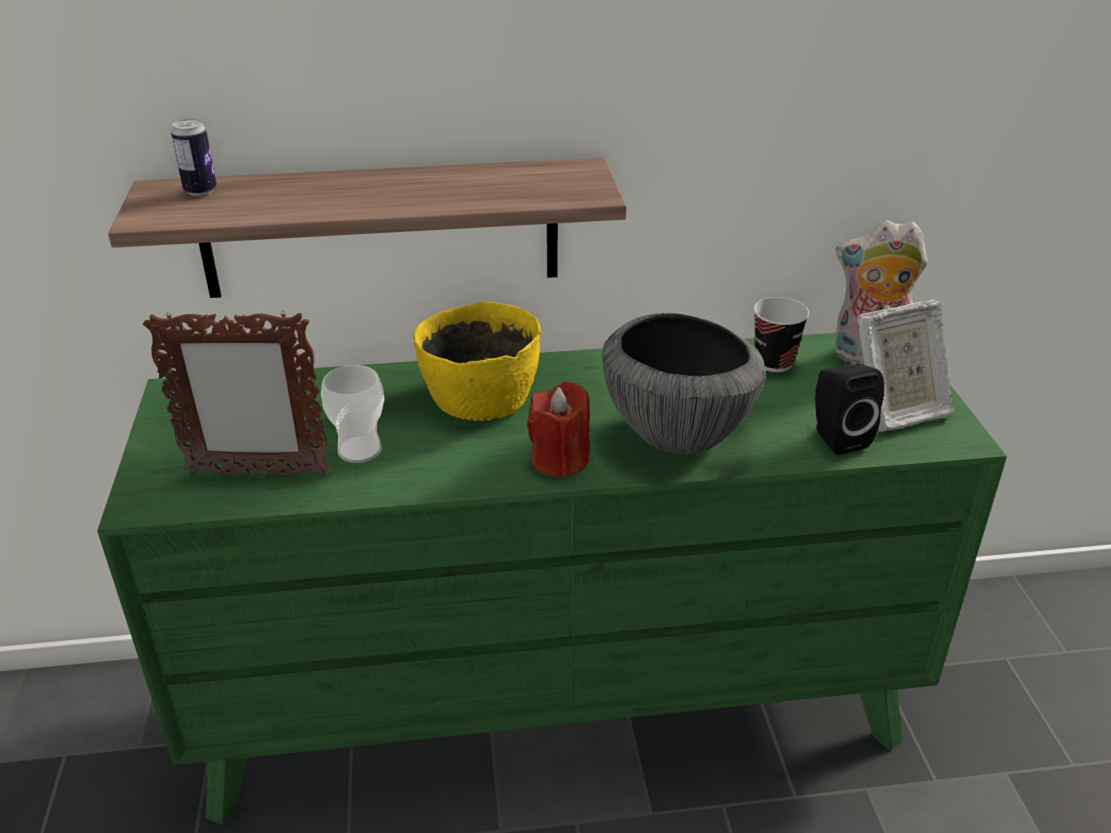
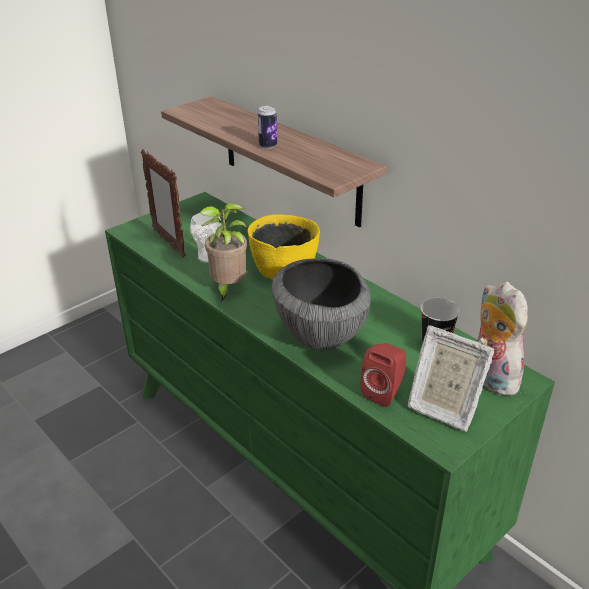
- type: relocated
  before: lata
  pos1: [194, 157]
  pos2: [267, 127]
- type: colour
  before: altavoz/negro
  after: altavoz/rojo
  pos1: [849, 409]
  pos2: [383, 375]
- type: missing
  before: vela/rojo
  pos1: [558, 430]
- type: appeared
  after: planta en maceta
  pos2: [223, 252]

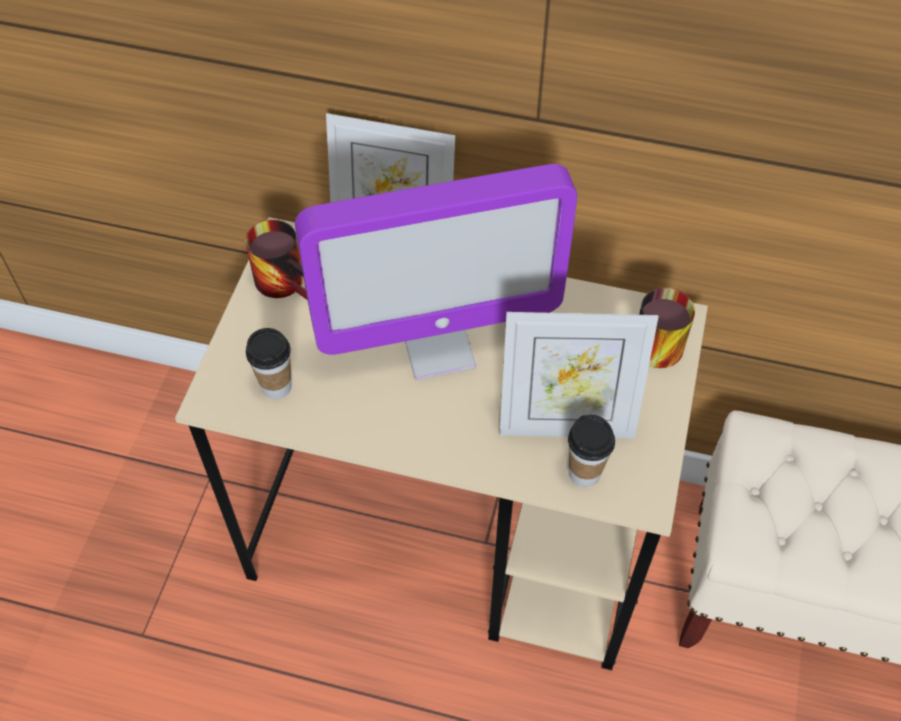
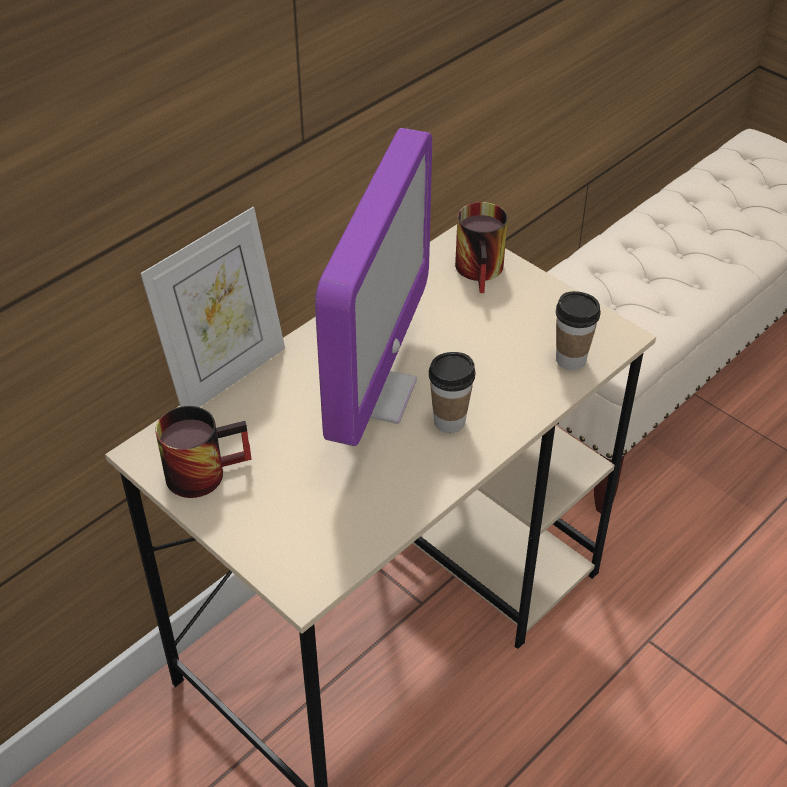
- type: missing
  before: portarretratos
  pos1: [579, 375]
- type: relocated
  before: taza
  pos1: [269, 363]
  pos2: [452, 392]

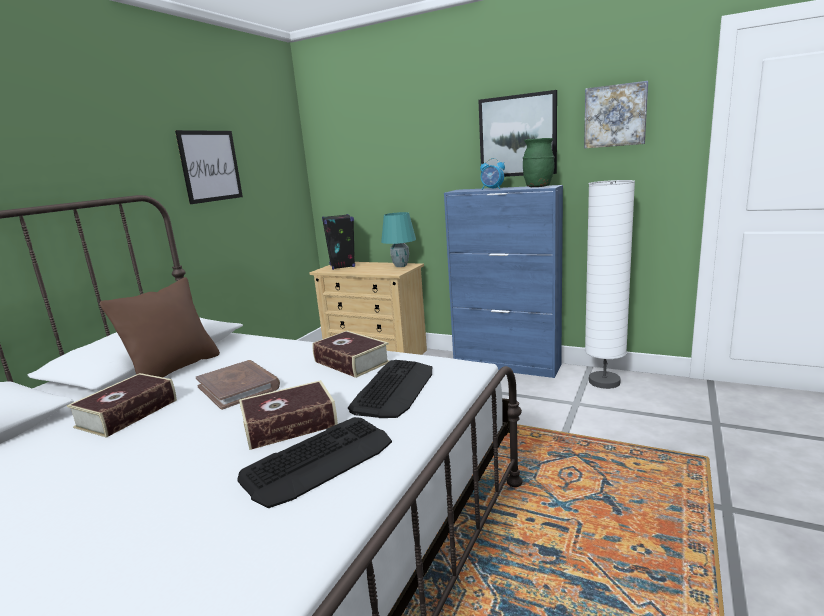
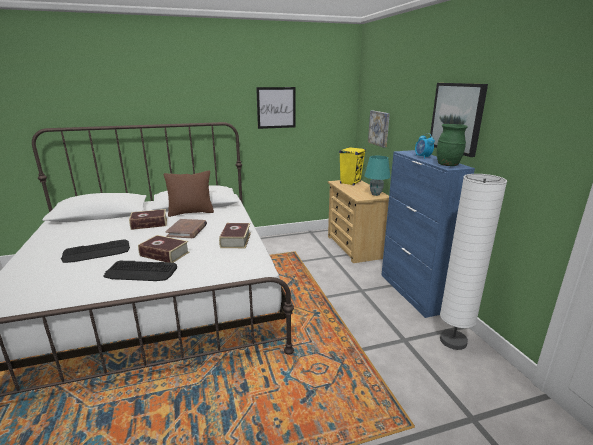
- type: relocated
  before: cuadro
  pos1: [616, 115]
  pos2: [379, 129]
- type: colour
  before: altavoz/negro
  after: altavoz/amarillo
  pos1: [338, 242]
  pos2: [352, 166]
- type: relocated
  before: teclado
  pos1: [390, 389]
  pos2: [95, 251]

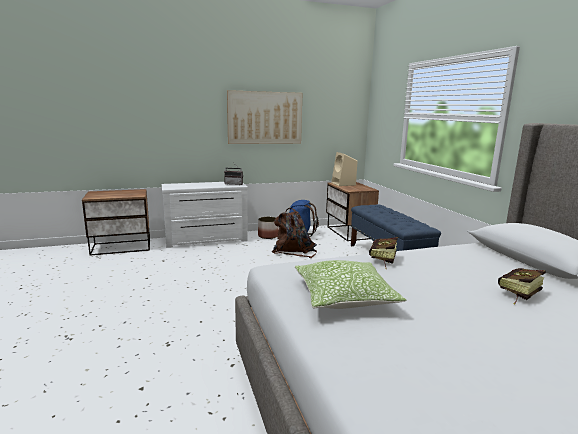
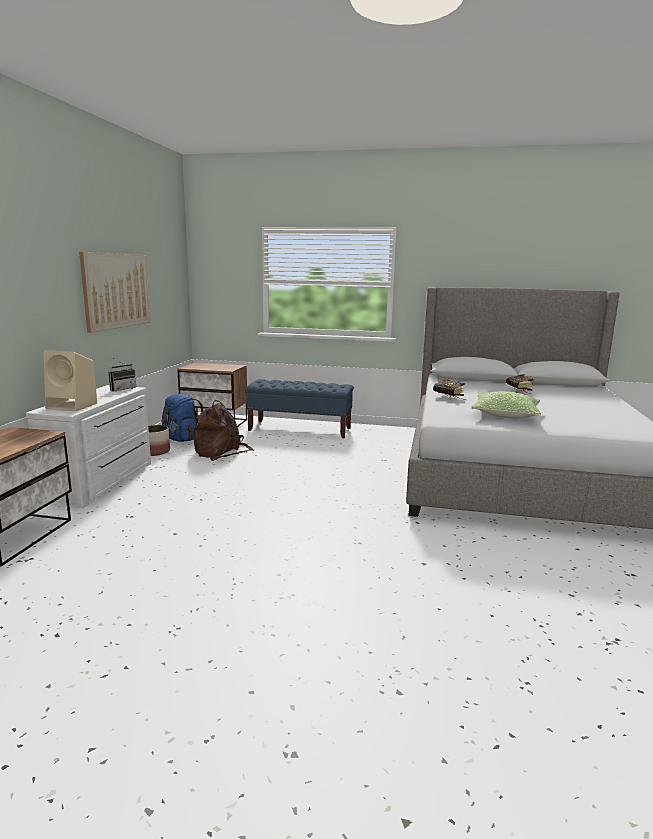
- type: relocated
  before: altavoz/beis
  pos1: [344, 169]
  pos2: [70, 380]

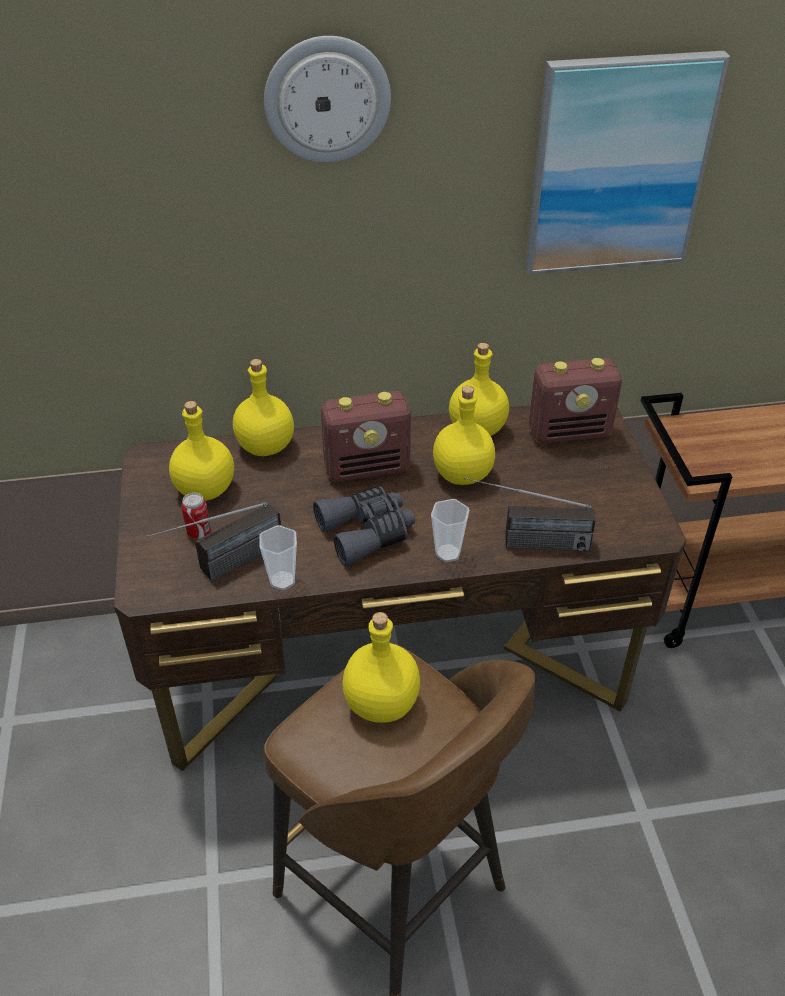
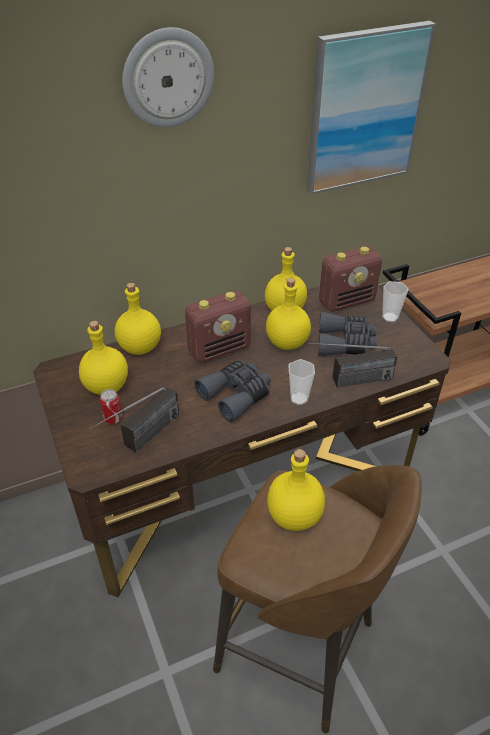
- type: relocated
  before: taza
  pos1: [278, 557]
  pos2: [395, 301]
- type: appeared
  after: prismáticos/gris
  pos2: [348, 334]

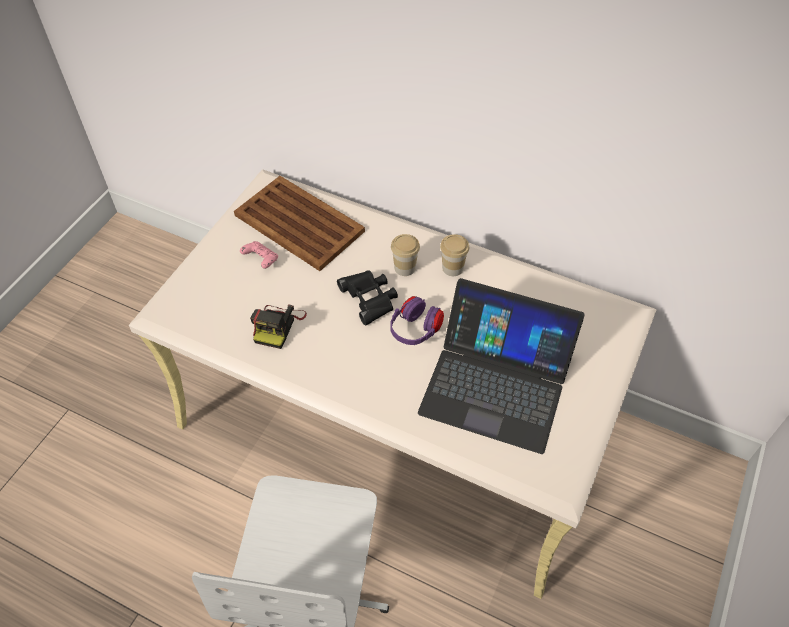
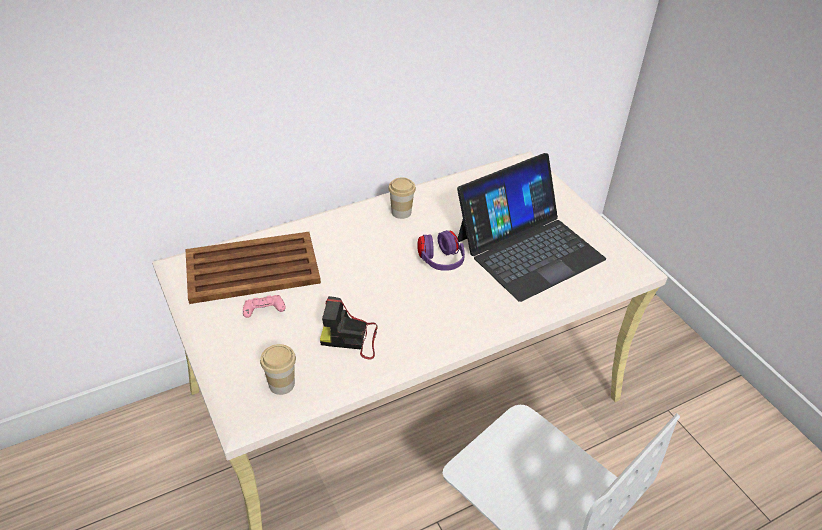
- type: relocated
  before: taza
  pos1: [405, 255]
  pos2: [278, 369]
- type: missing
  before: prismáticos/negro
  pos1: [367, 297]
- type: spun
  before: cámara
  pos1: [278, 326]
  pos2: [349, 328]
  turn: 135

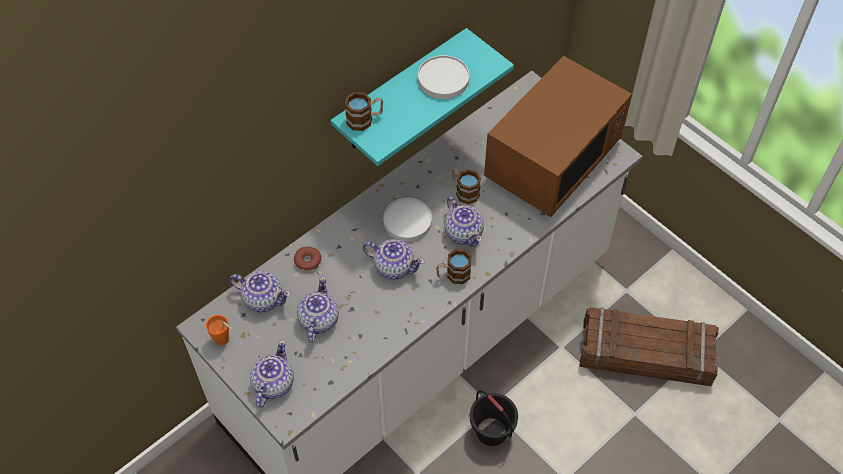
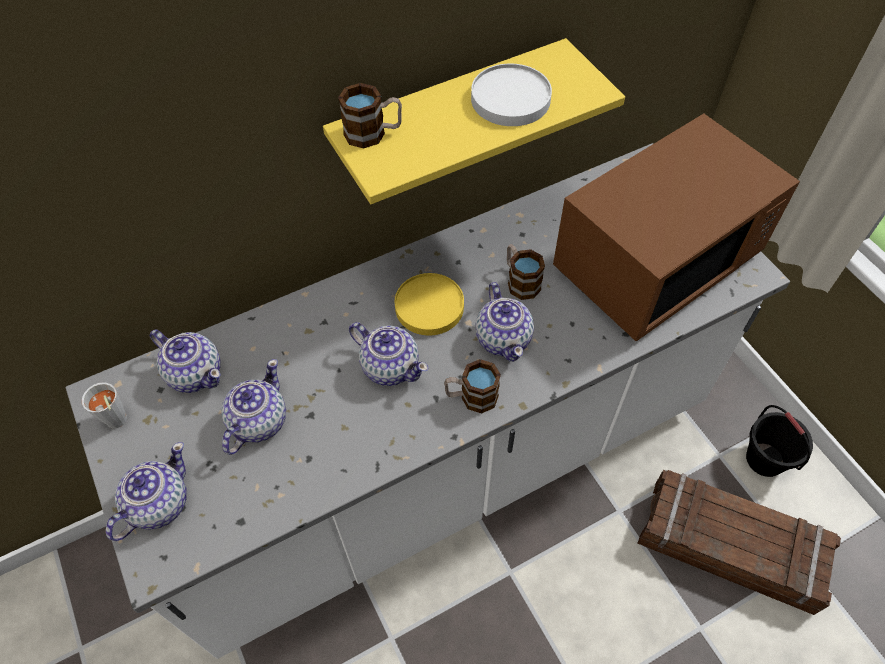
- type: colour
  before: estante/turquesa
  after: estante/amarillo
  pos1: [422, 97]
  pos2: [474, 121]
- type: colour
  before: plato/blanco
  after: plato/amarillo
  pos1: [407, 220]
  pos2: [429, 304]
- type: missing
  before: rosquilla
  pos1: [308, 258]
- type: colour
  before: taza/naranja
  after: taza/gris
  pos1: [219, 330]
  pos2: [104, 405]
- type: relocated
  before: cubo/negro
  pos1: [494, 418]
  pos2: [779, 441]

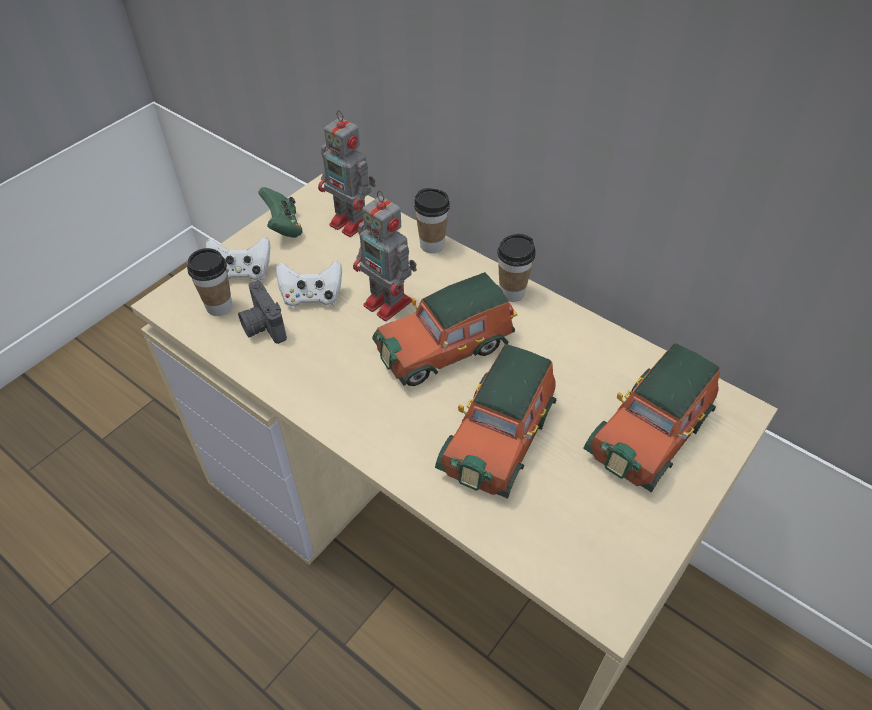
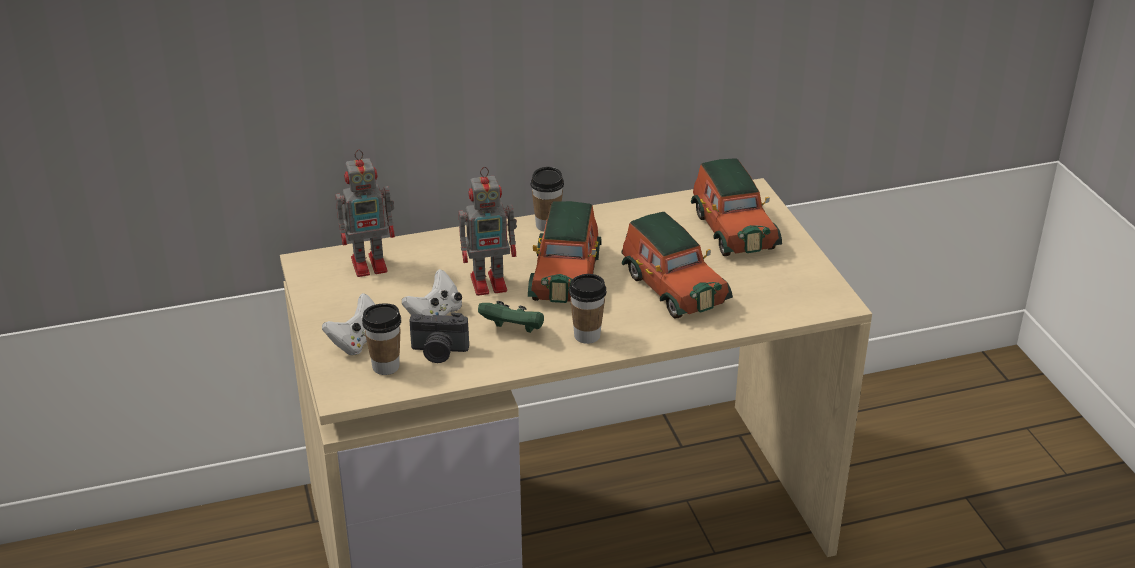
- type: relocated
  before: mando de consola/verde
  pos1: [280, 212]
  pos2: [511, 317]
- type: relocated
  before: taza
  pos1: [432, 220]
  pos2: [588, 309]

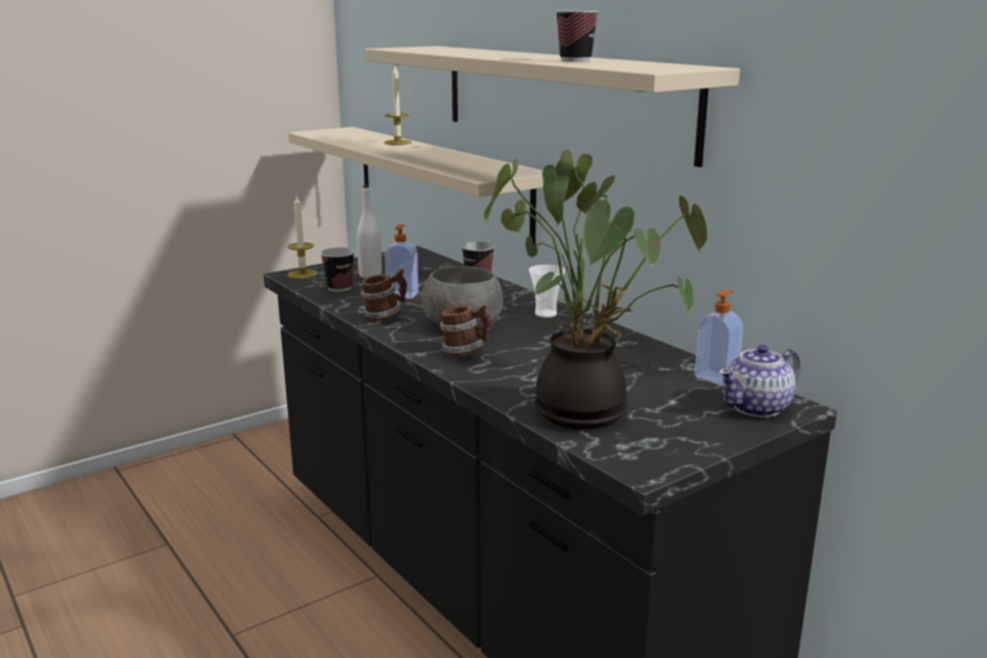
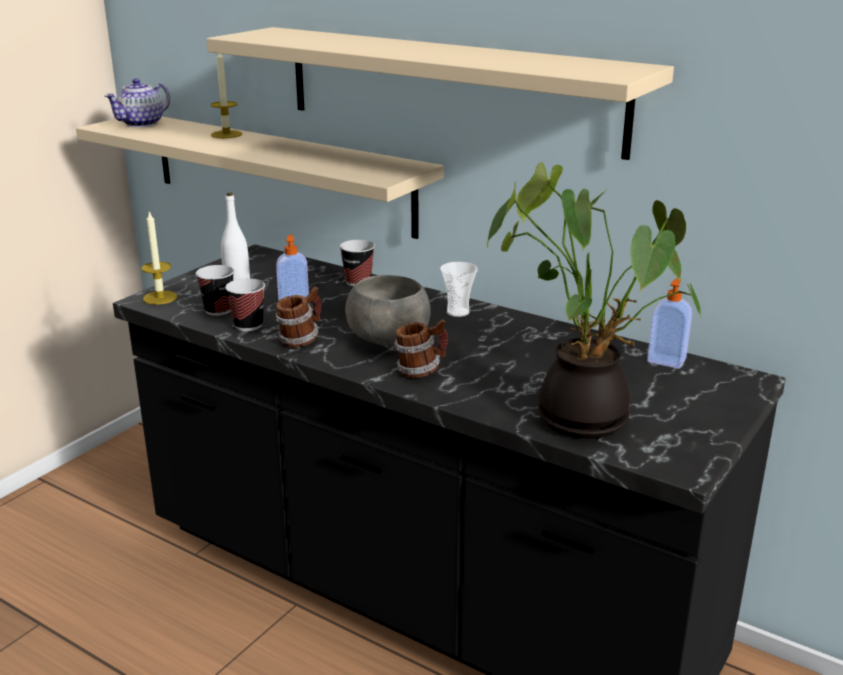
- type: relocated
  before: taza
  pos1: [577, 36]
  pos2: [245, 304]
- type: relocated
  before: tetera
  pos1: [759, 381]
  pos2: [137, 102]

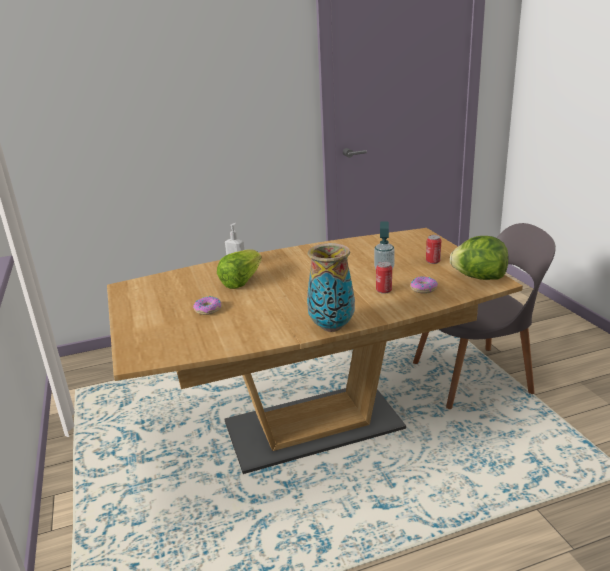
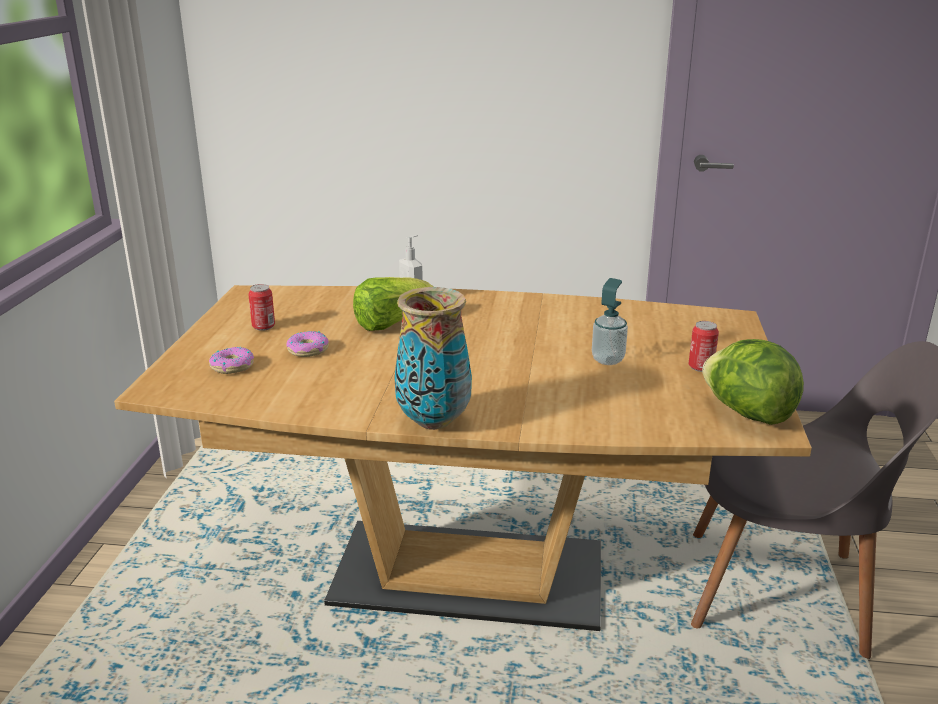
- type: relocated
  before: lata
  pos1: [384, 278]
  pos2: [261, 307]
- type: relocated
  before: rosquilla
  pos1: [424, 285]
  pos2: [231, 360]

